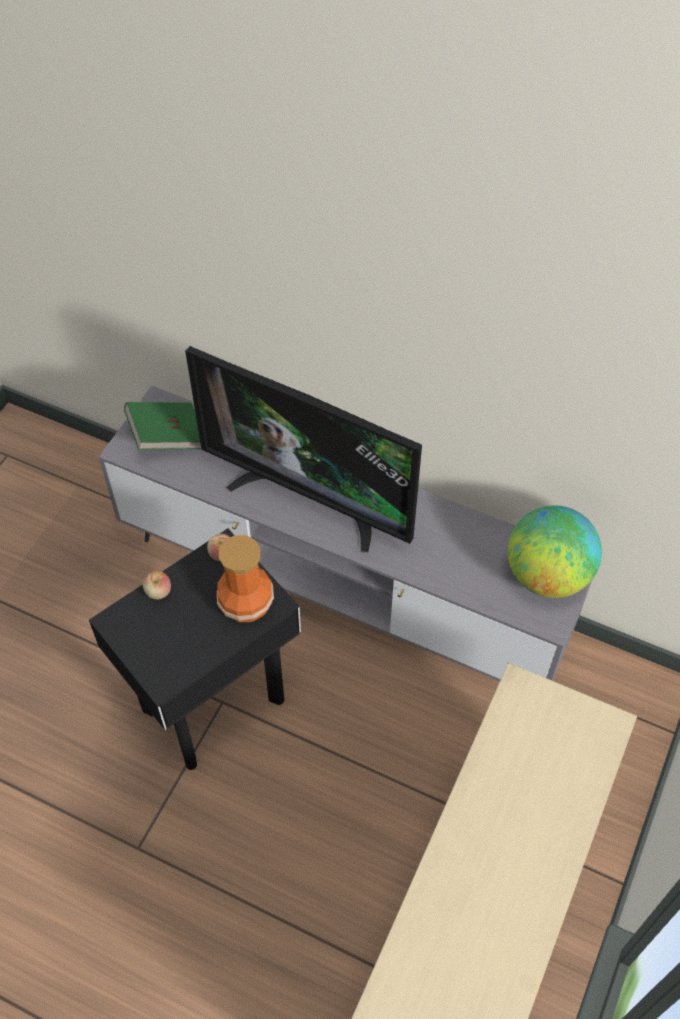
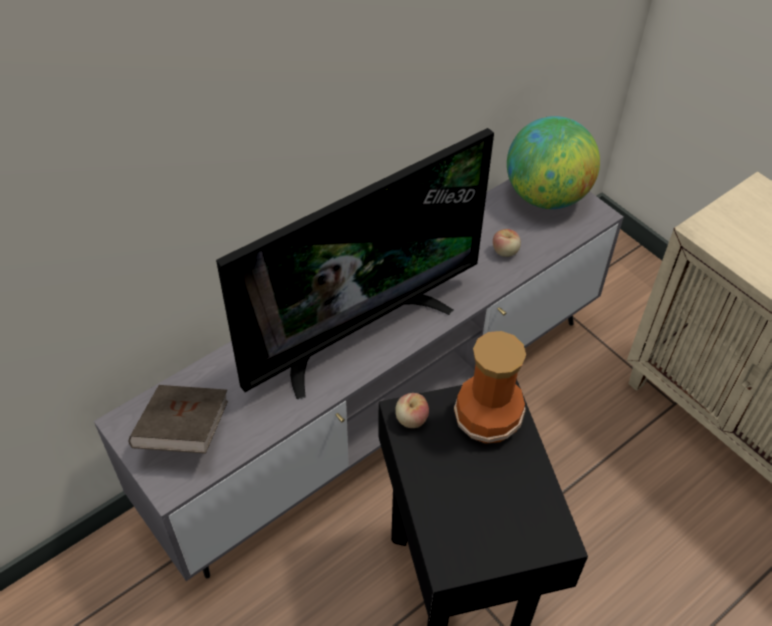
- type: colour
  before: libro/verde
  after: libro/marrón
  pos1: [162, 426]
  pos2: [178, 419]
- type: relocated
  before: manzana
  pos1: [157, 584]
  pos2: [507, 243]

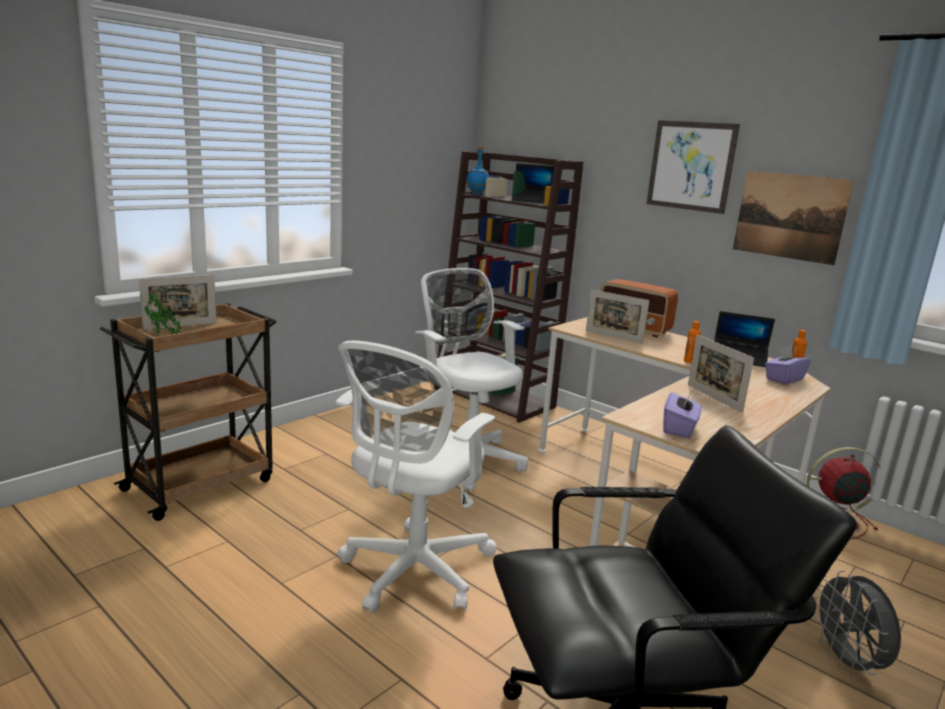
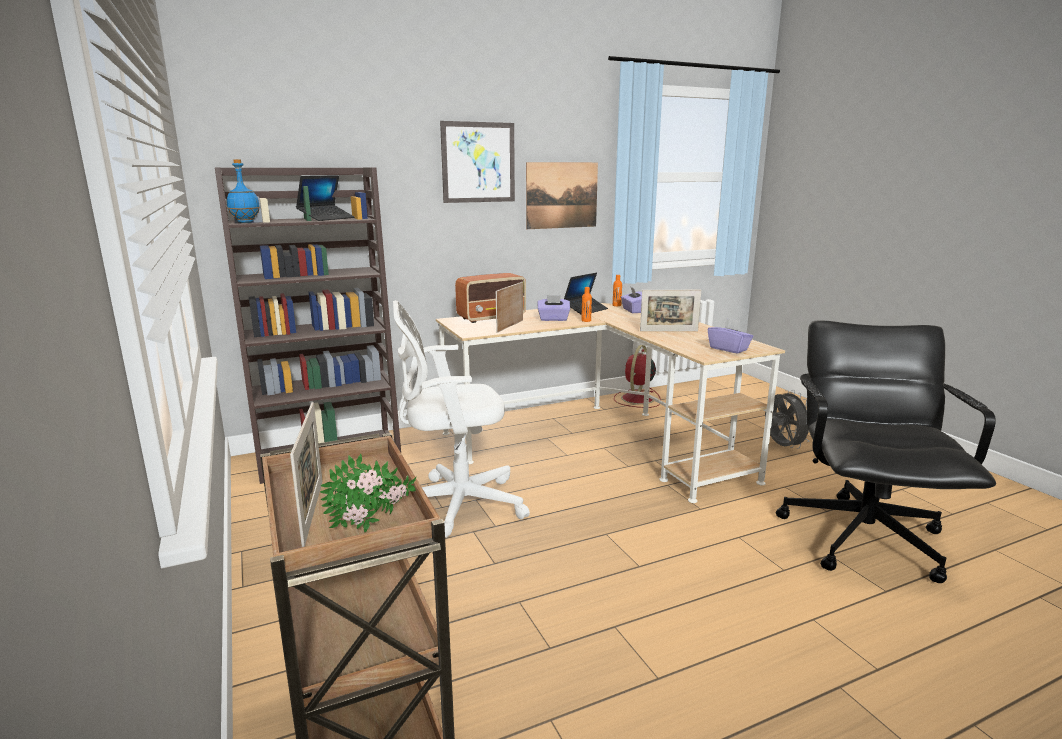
- type: spun
  before: portarretratos
  pos1: [617, 316]
  pos2: [509, 307]
  turn: 150
- type: missing
  before: silla de oficina/blanco
  pos1: [416, 476]
- type: spun
  before: ventilador/gris
  pos1: [857, 623]
  pos2: [788, 419]
  turn: -120
- type: appeared
  after: caja de pañuelos/morado
  pos2: [553, 308]

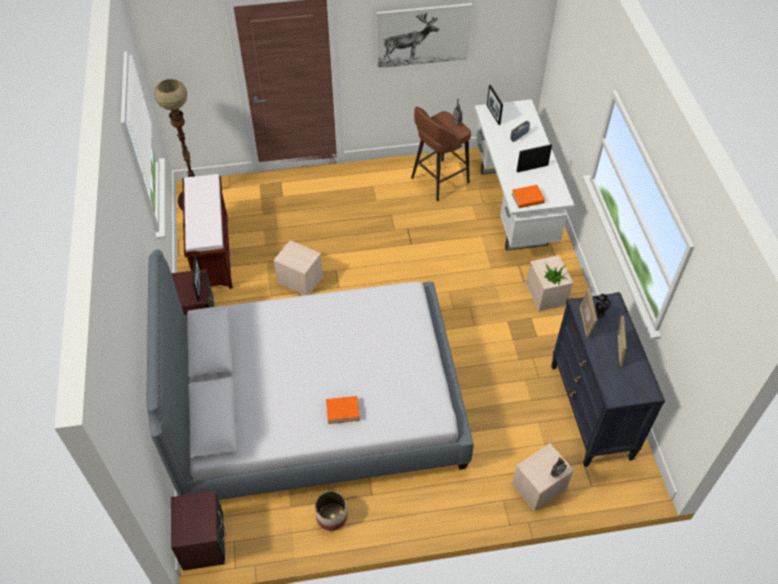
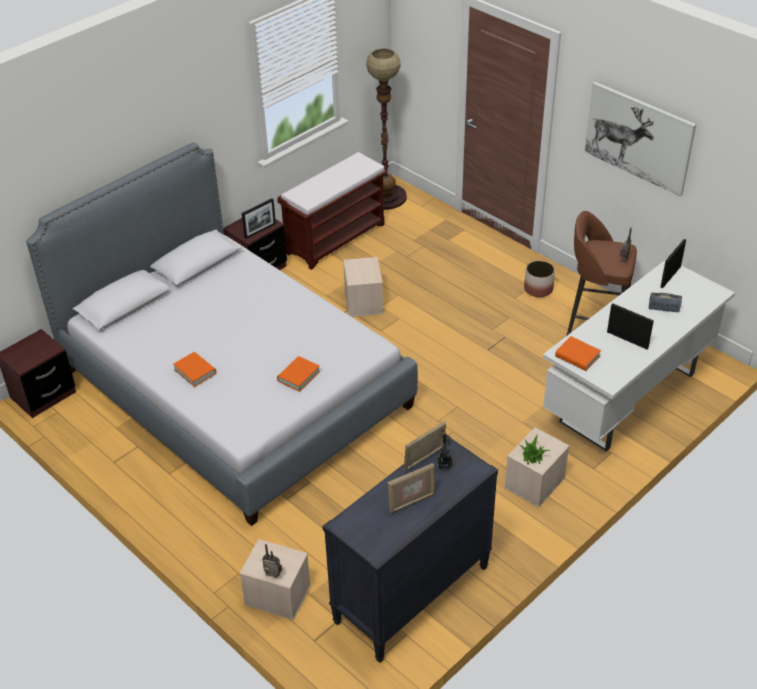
- type: relocated
  before: maceta
  pos1: [331, 511]
  pos2: [539, 278]
- type: appeared
  after: libro/naranja
  pos2: [298, 374]

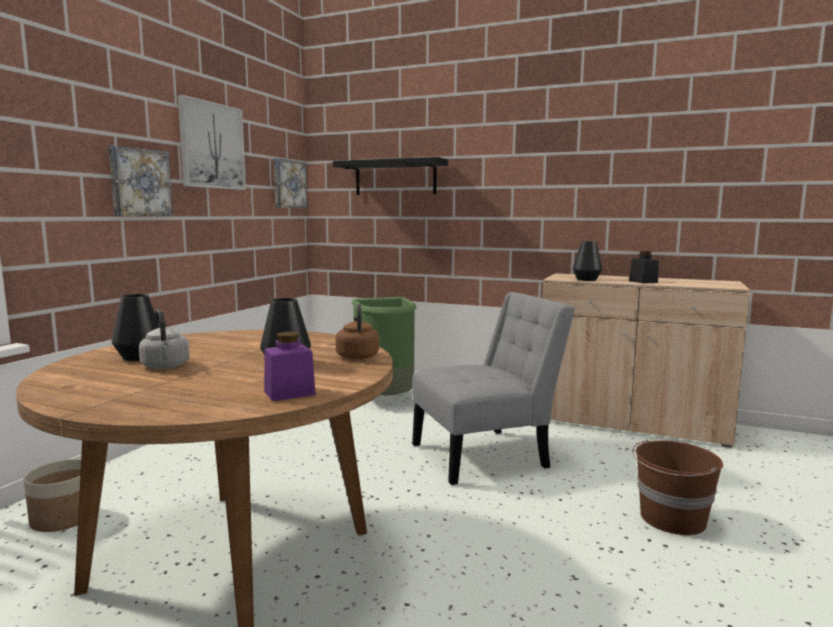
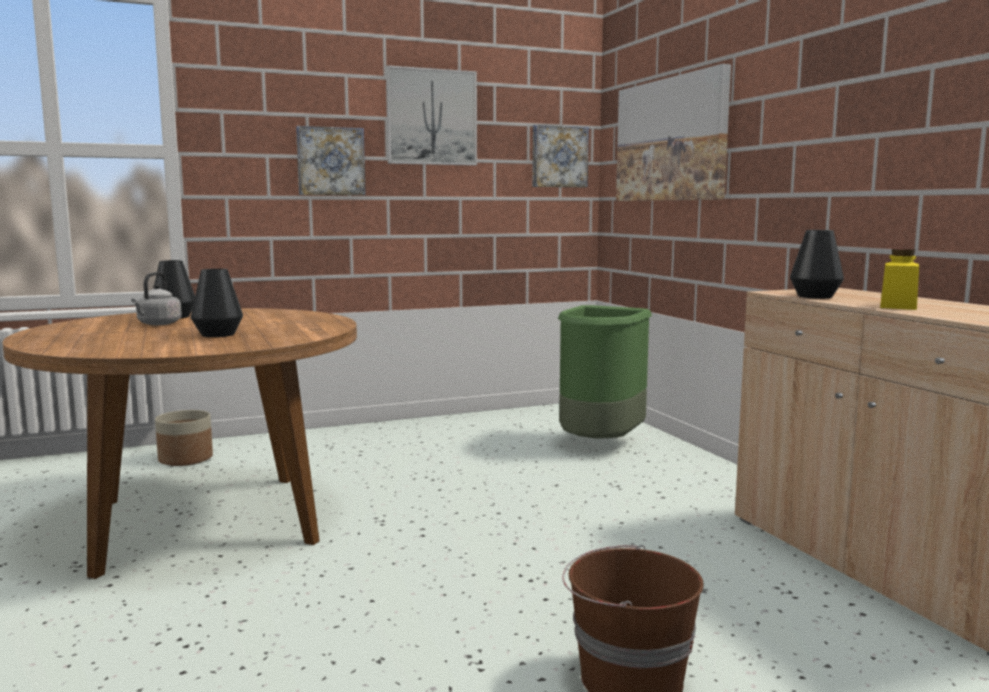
- type: exchanged
  before: estante/negro
  after: cuadro
  pos1: [390, 176]
  pos2: [673, 132]
- type: colour
  before: tarro/negro
  after: tarro/amarillo
  pos1: [644, 267]
  pos2: [899, 279]
- type: missing
  before: silla/gris
  pos1: [493, 388]
- type: missing
  before: hervidor/marrón
  pos1: [357, 332]
- type: missing
  before: tarro/morado
  pos1: [290, 366]

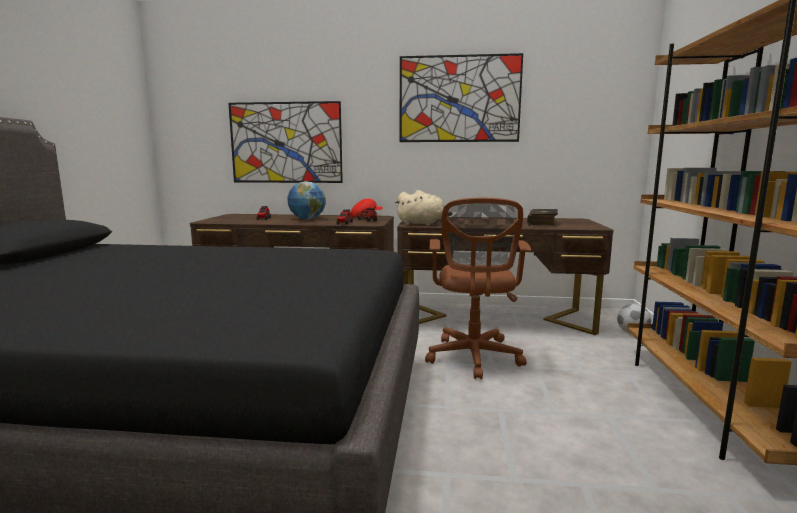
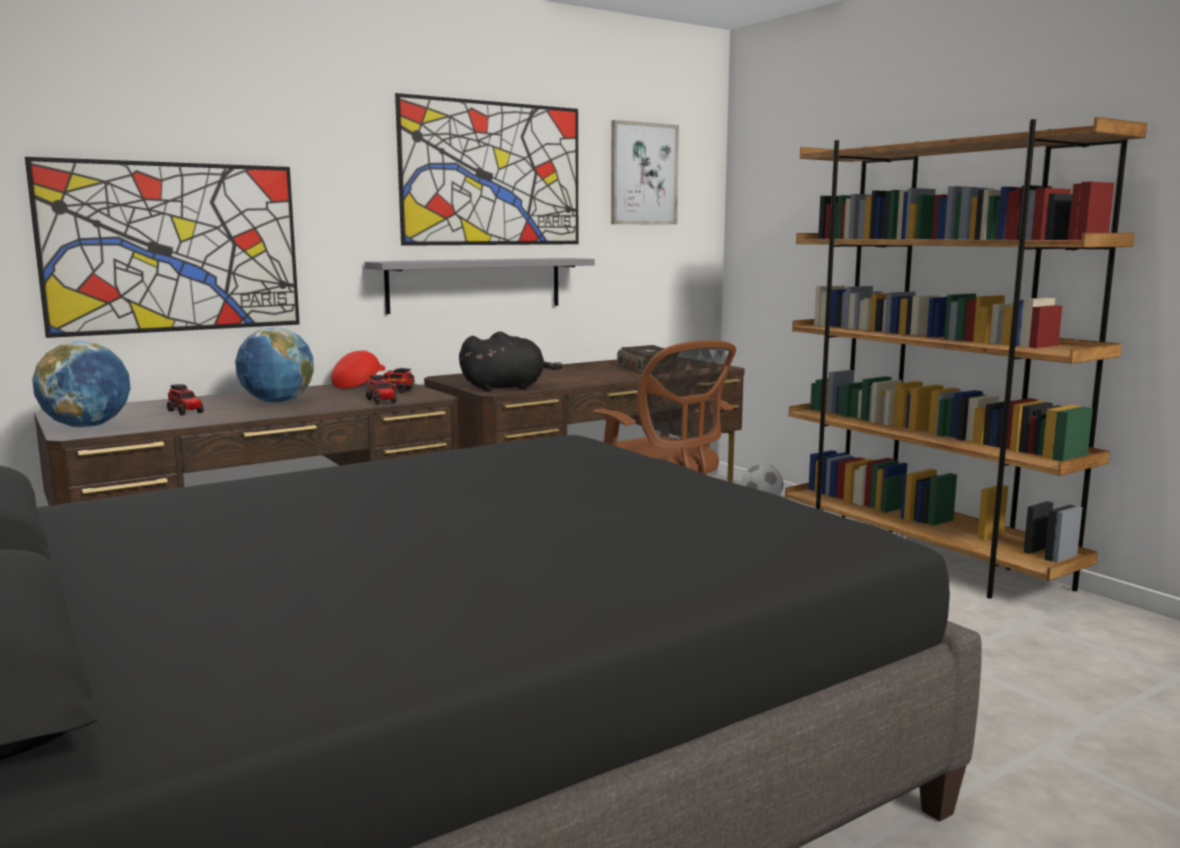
- type: colour
  before: peluche/beis
  after: peluche/negro
  pos1: [424, 208]
  pos2: [511, 361]
- type: appeared
  after: cuadro
  pos2: [645, 172]
- type: appeared
  after: estante/gris
  pos2: [480, 286]
- type: appeared
  after: globo terráqueo
  pos2: [81, 384]

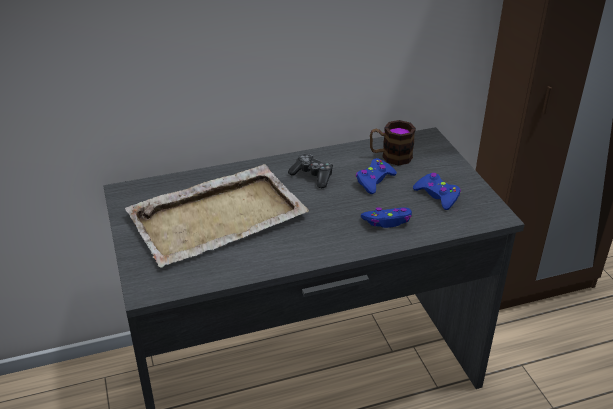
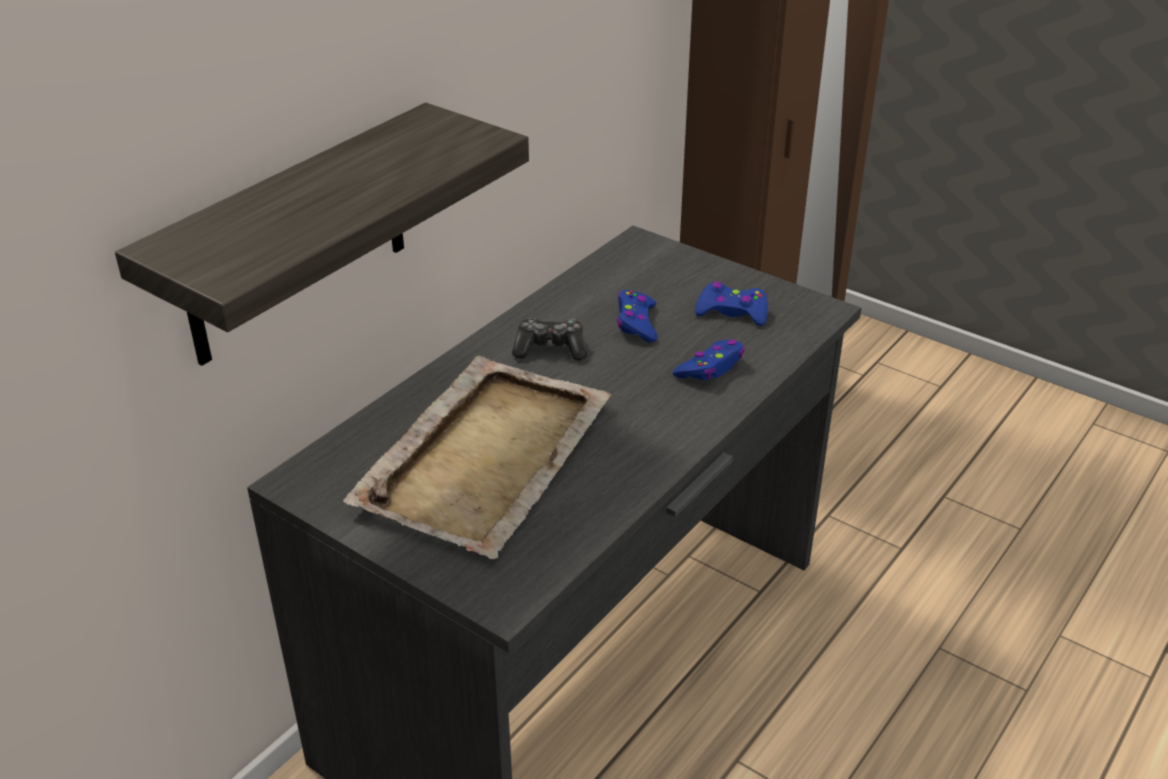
- type: missing
  before: taza grande
  pos1: [393, 143]
- type: appeared
  after: estante
  pos2: [322, 234]

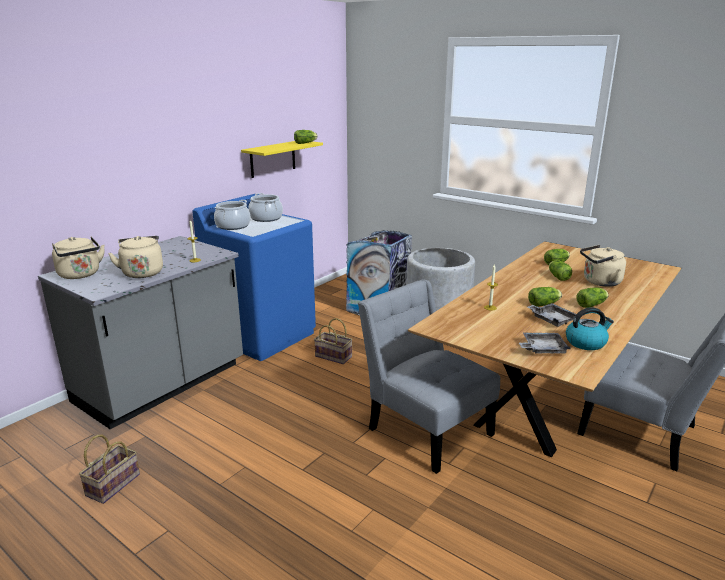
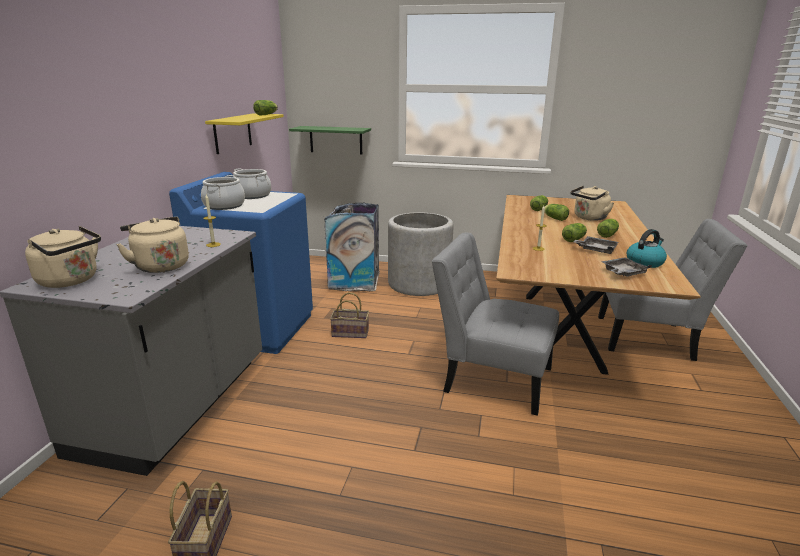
- type: appeared
  after: estante/verde
  pos2: [330, 140]

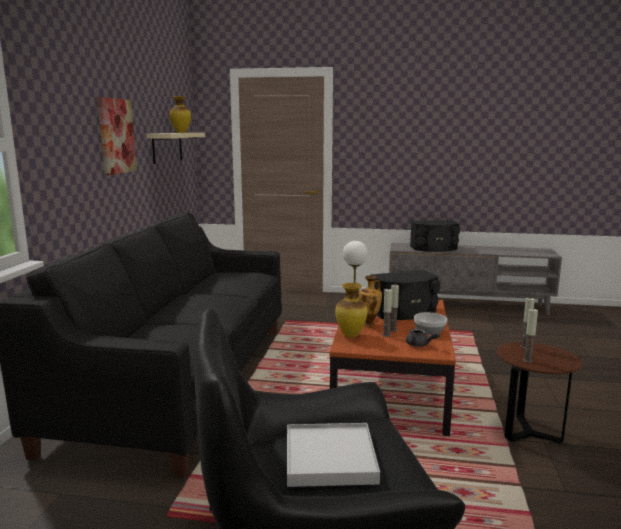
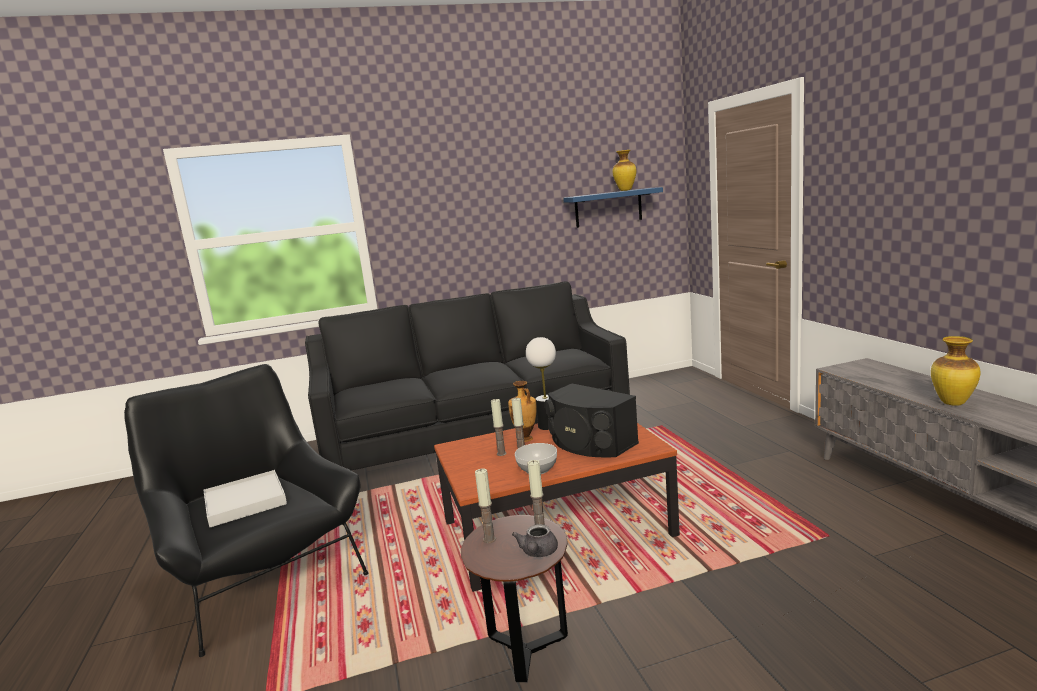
- type: missing
  before: cuadro
  pos1: [117, 136]
- type: colour
  before: estante/beis
  after: estante/azul
  pos1: [176, 148]
  pos2: [613, 207]
- type: missing
  before: altavoz/negro
  pos1: [435, 236]
- type: relocated
  before: florero
  pos1: [351, 310]
  pos2: [955, 371]
- type: relocated
  before: tetera/gris
  pos1: [423, 337]
  pos2: [535, 540]

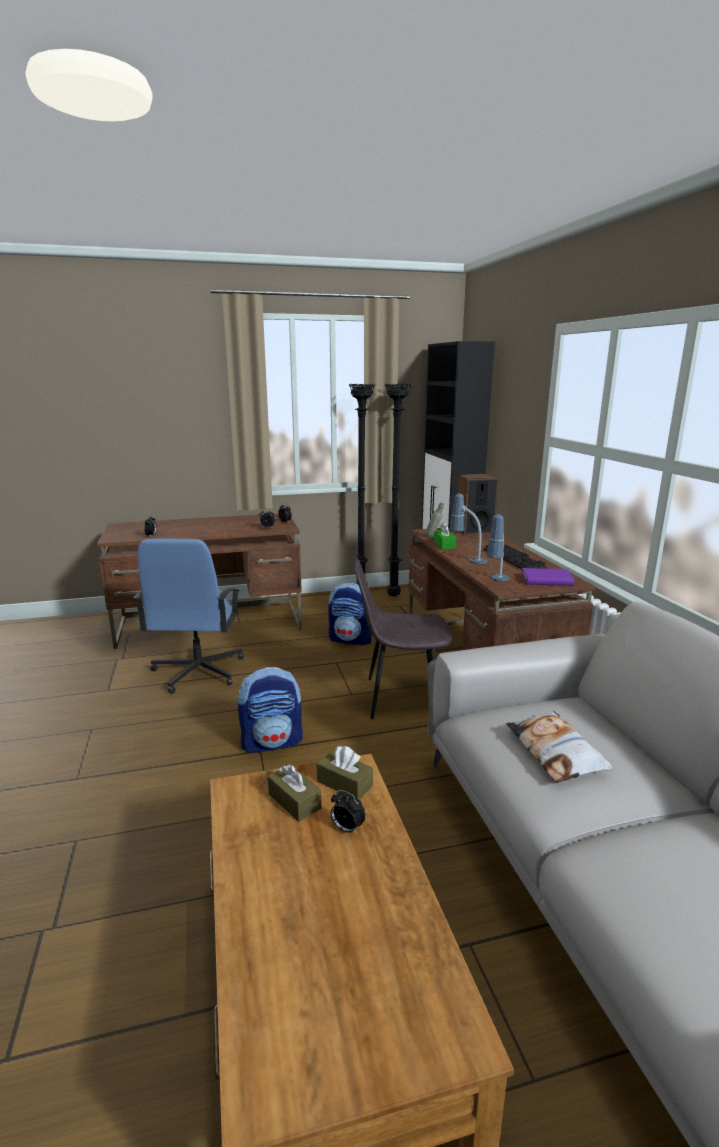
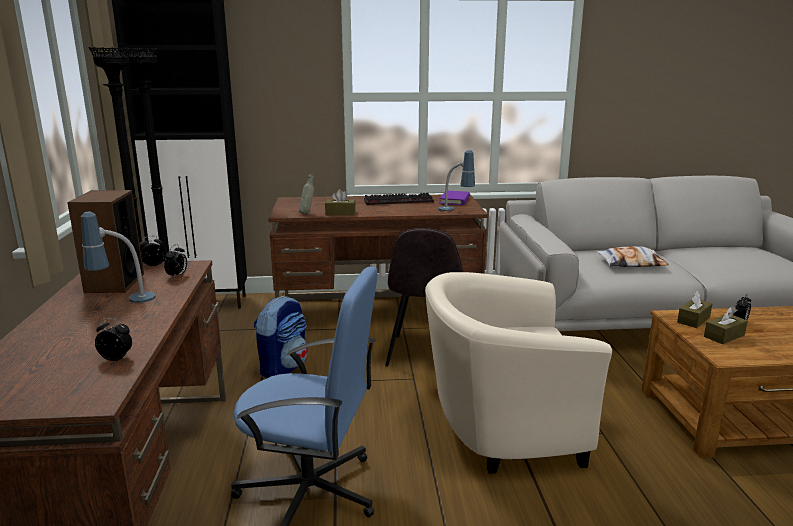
- type: relocated
  before: altavoz
  pos1: [478, 504]
  pos2: [105, 241]
- type: relocated
  before: lámpara de mesa
  pos1: [468, 528]
  pos2: [118, 257]
- type: colour
  before: caja de pañuelos/verde
  after: caja de pañuelos/marrón
  pos1: [445, 536]
  pos2: [340, 202]
- type: exchanged
  before: mochila
  after: sillón/beis
  pos1: [270, 710]
  pos2: [518, 373]

